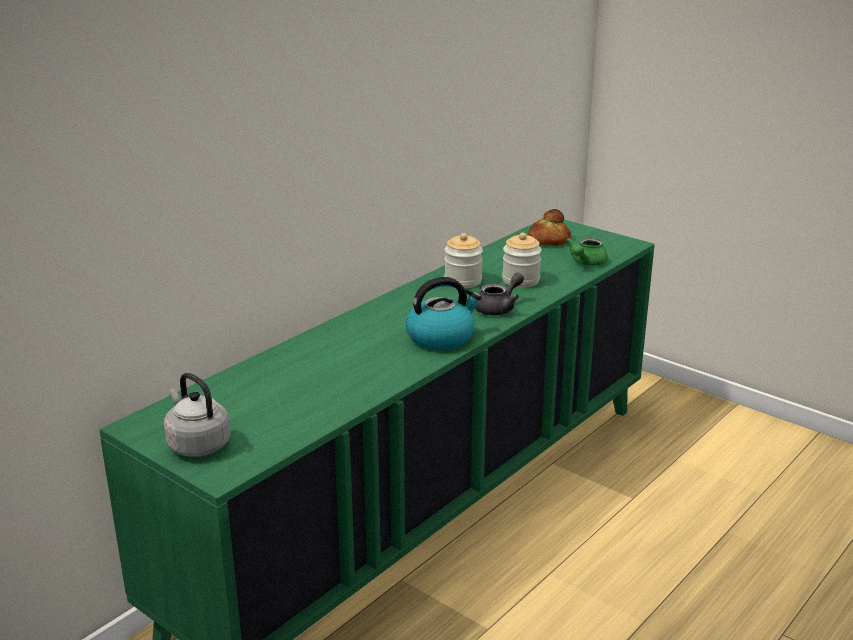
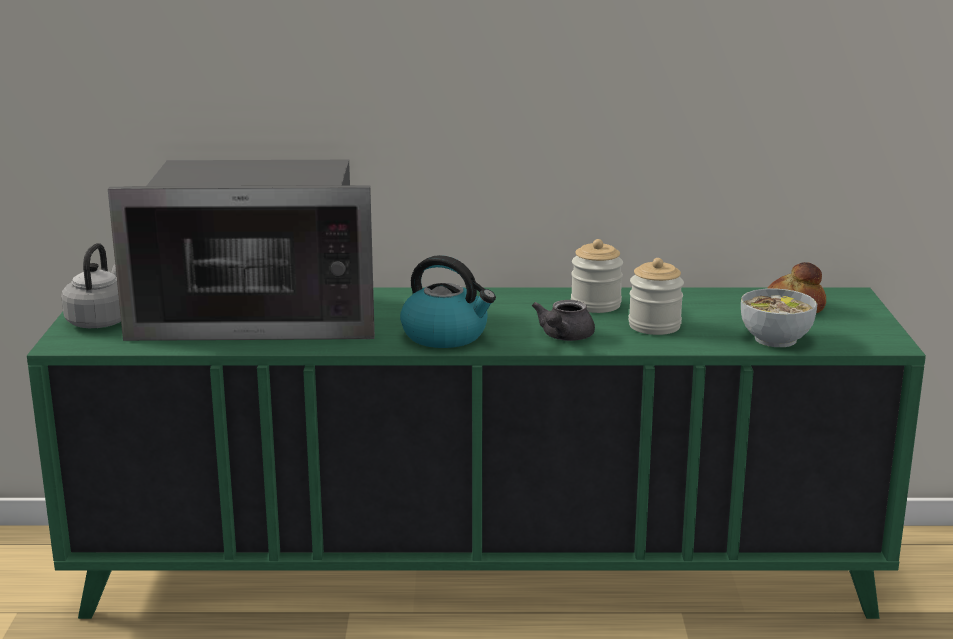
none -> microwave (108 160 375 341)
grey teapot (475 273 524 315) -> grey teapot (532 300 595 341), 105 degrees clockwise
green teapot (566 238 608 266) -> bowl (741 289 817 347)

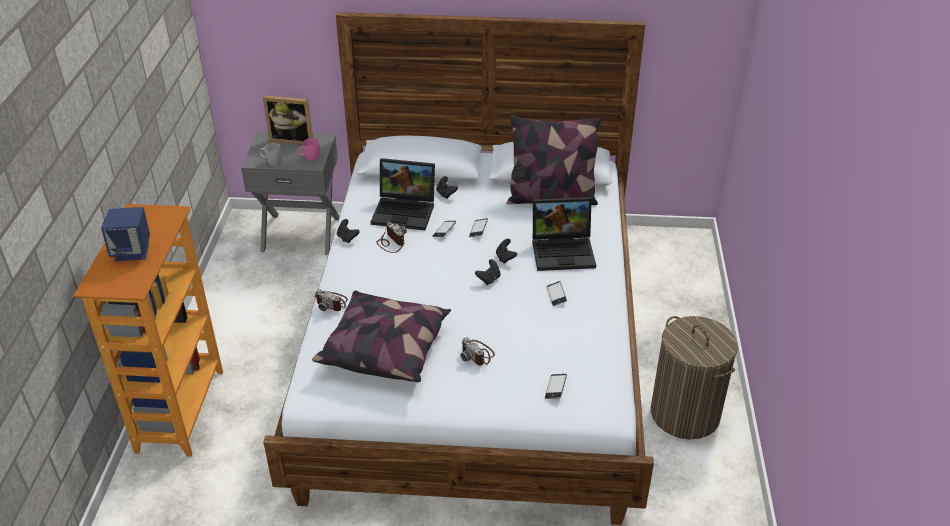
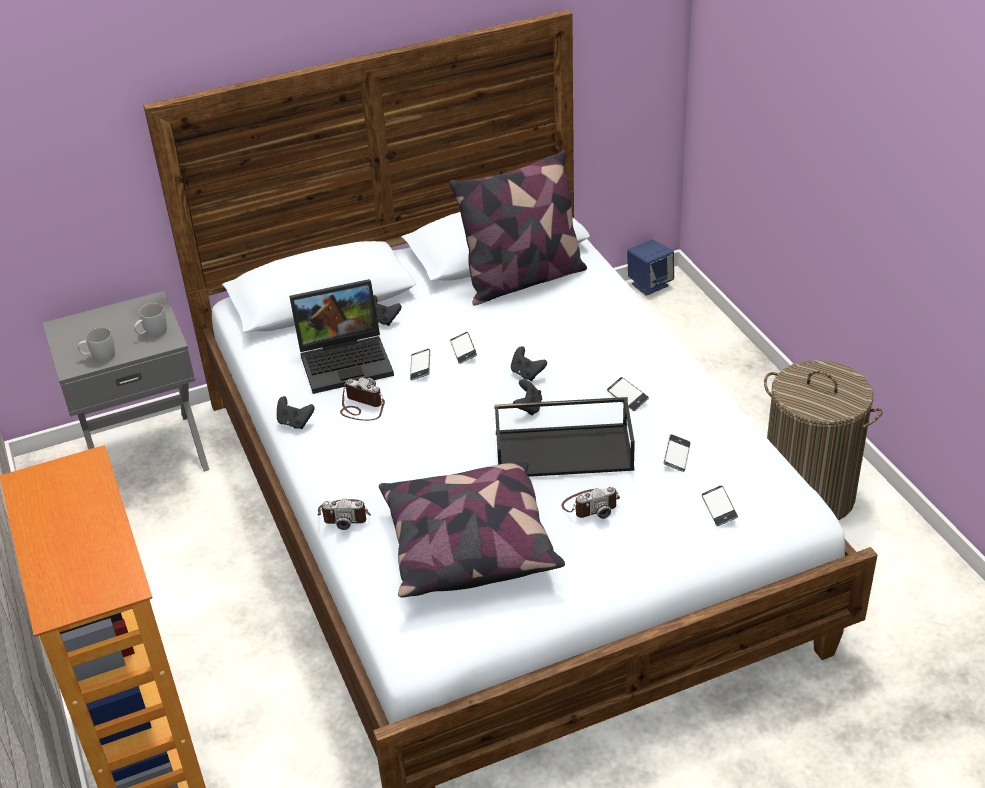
pink mug (297 138 320 160) -> white mug (134 303 167 337)
none -> black tray (494 397 635 477)
photo camera (461 337 495 366) -> photo camera (561 486 620 519), 45 degrees counterclockwise
blue speaker (101 207 150 261) -> blue speaker (627 240 674 296), move
none -> phone (664 434 690 472)
picture frame (263 95 313 145) -> none
laptop (532 197 596 271) -> none

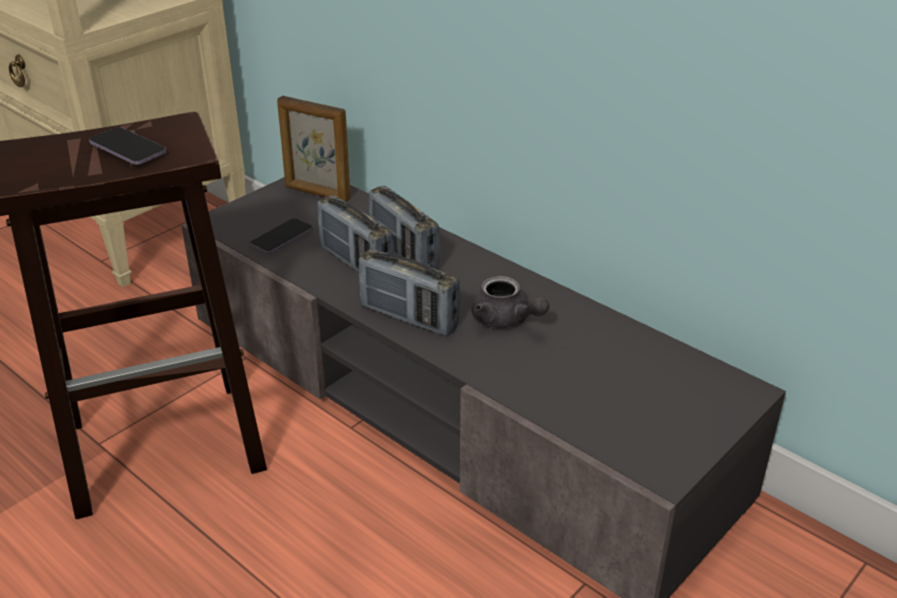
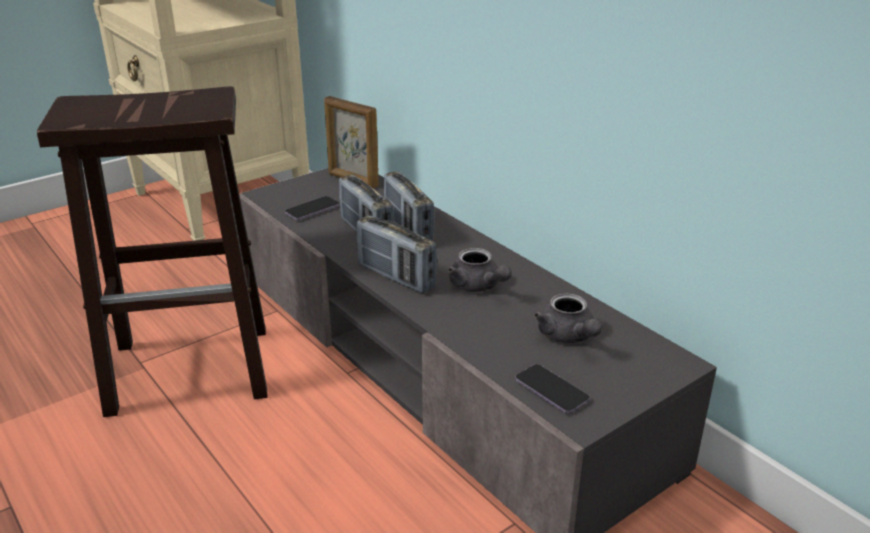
phone (89 127 167 165) -> phone (515 364 590 414), move
none -> grey teapot (534 293 602 343)

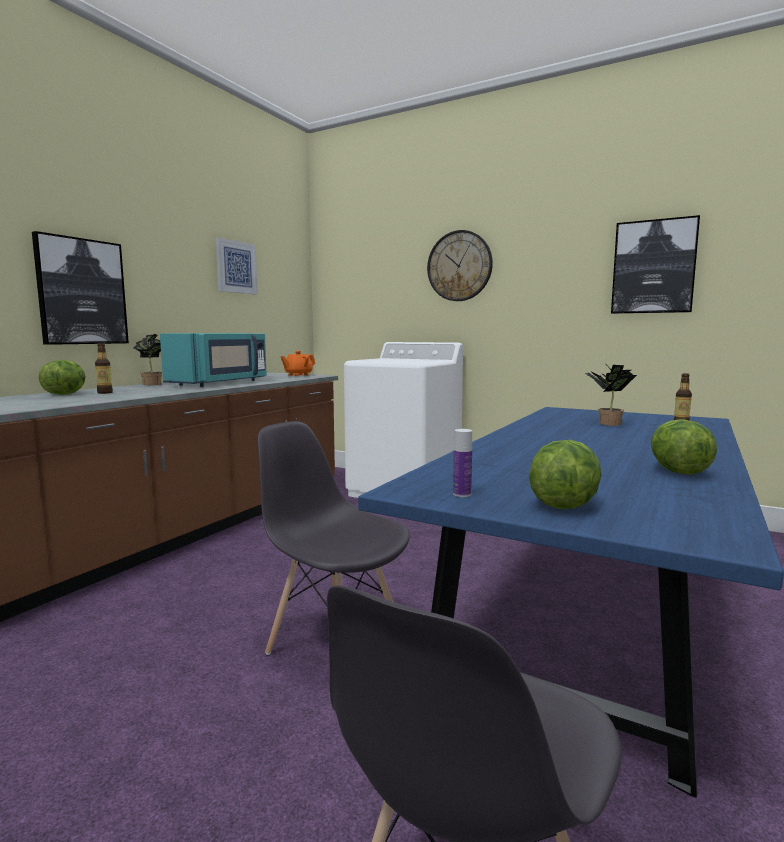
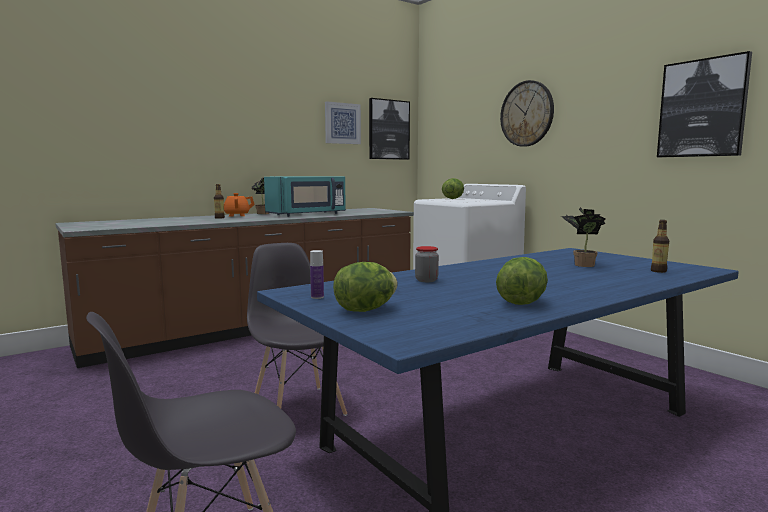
orange teapot (281 351 315 376) -> orange teapot (224 193 255 217), move
picture (32 231 129 345) -> picture (369 98 410 160), move
none -> jar (415 246 439 282)
lettuce (39 360 86 395) -> lettuce (442 178 464 199), move

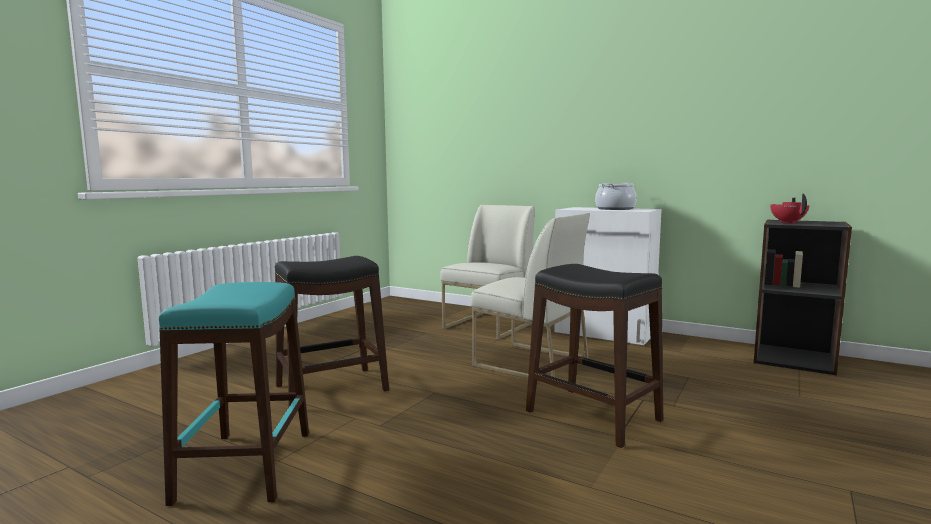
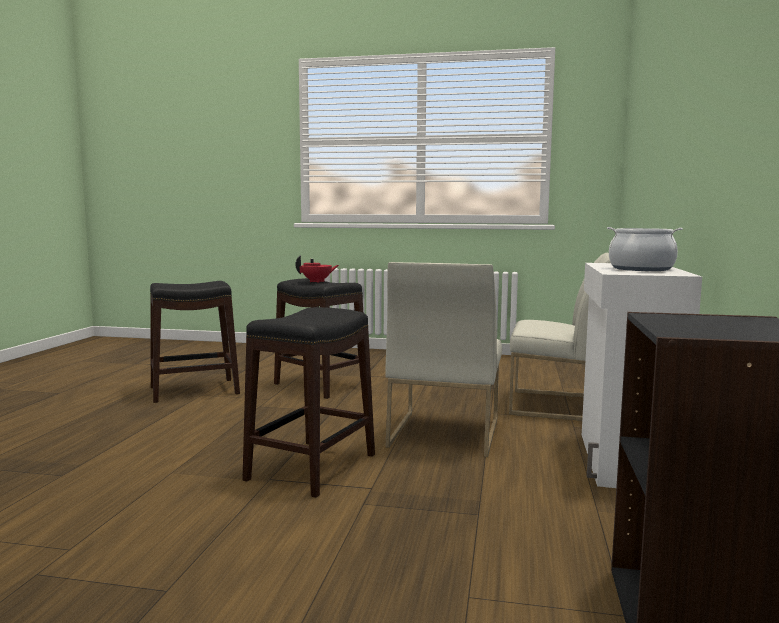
turquoise stool (159 282 309 506) -> black stool (150 281 240 403)
red teapot (770 193 810 224) -> red teapot (295 255 339 283), move

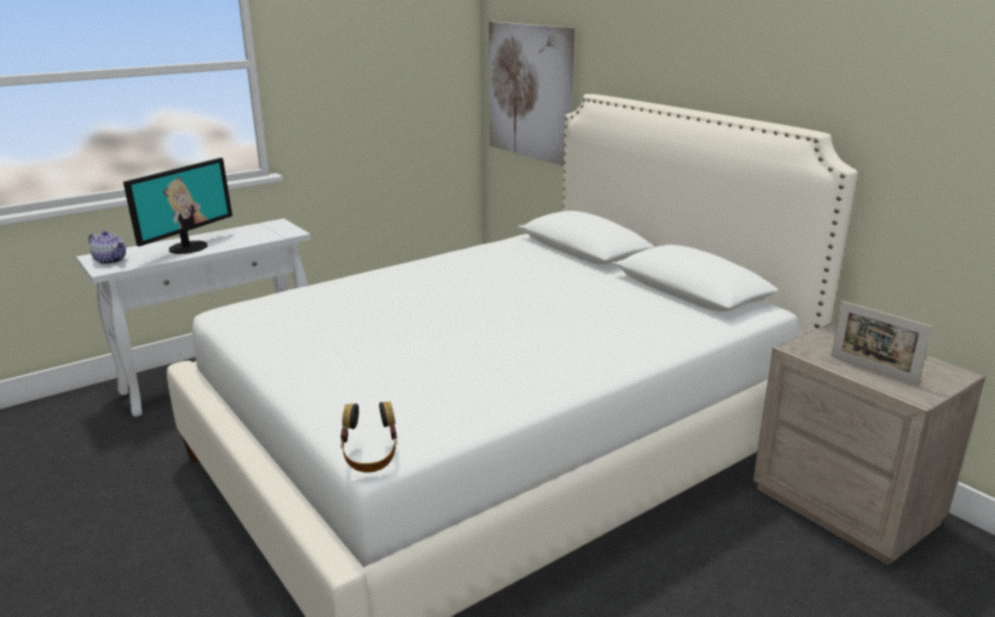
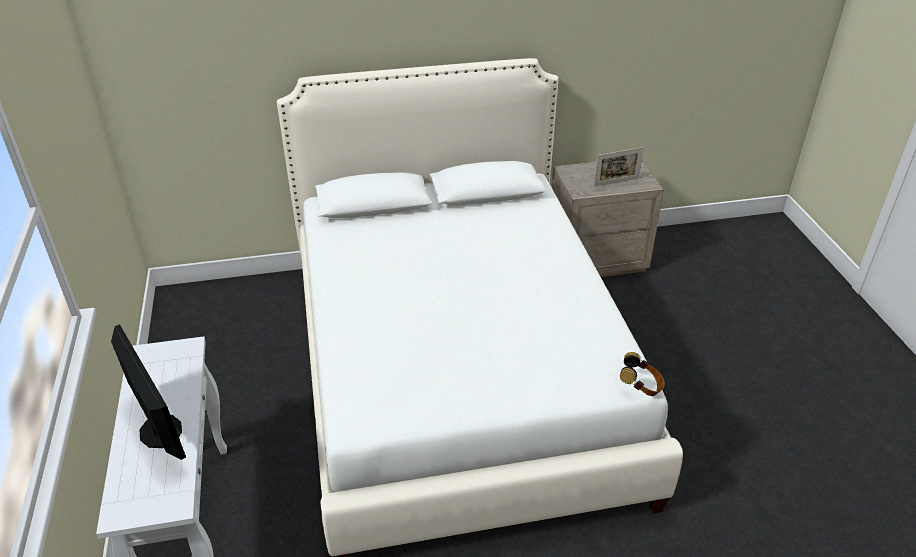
teapot (89 231 126 264) -> none
picture (489 21 575 166) -> none

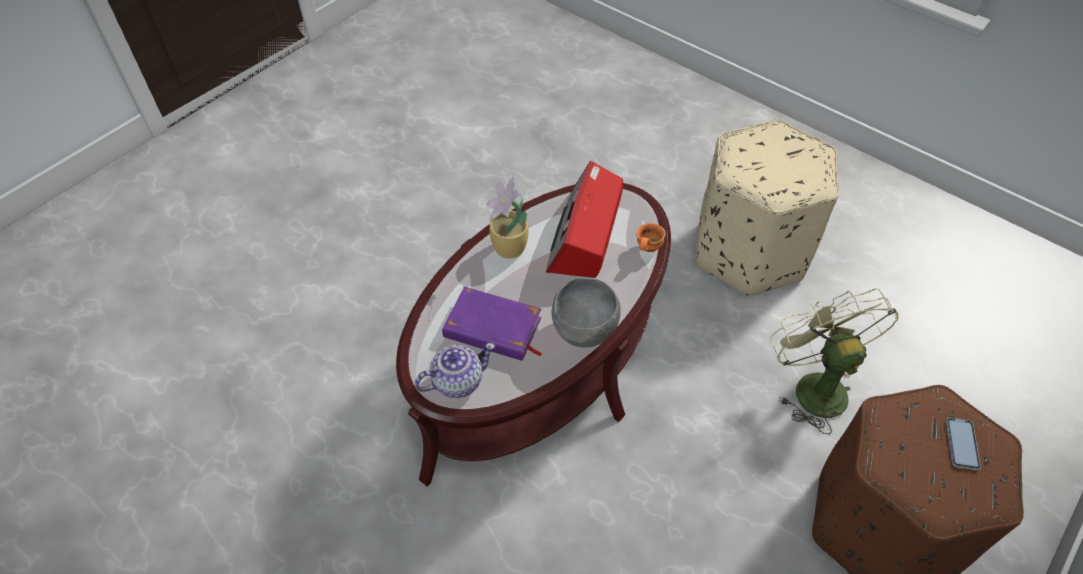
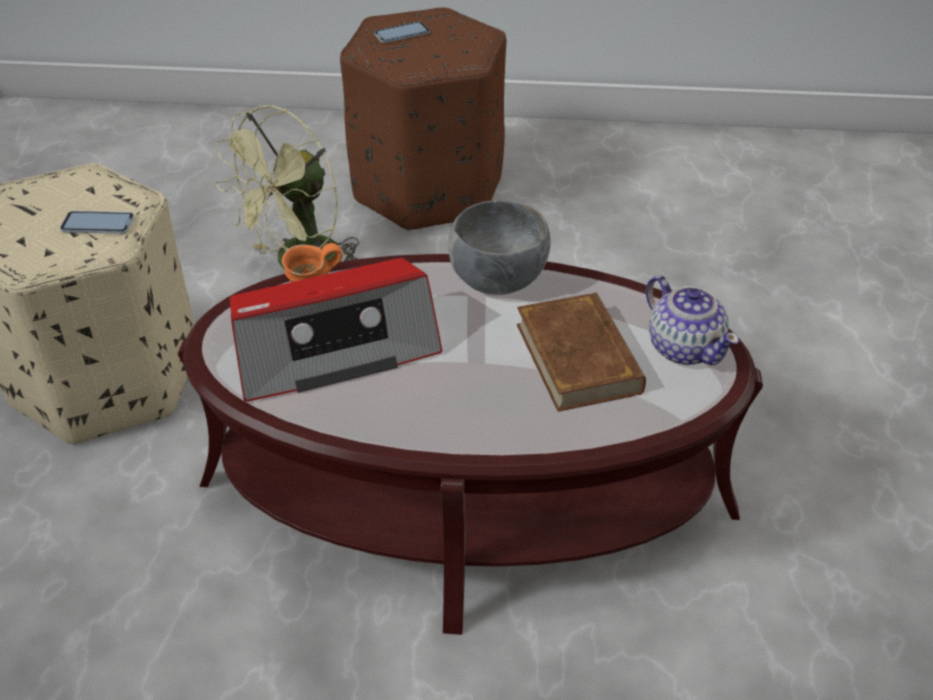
none -> phone (60 211 134 234)
purple book (442 287 543 361) -> brown book (517 292 646 412)
teapot (415 343 495 398) -> teapot (646 275 739 365), 150 degrees counterclockwise
potted plant (486 176 529 259) -> none

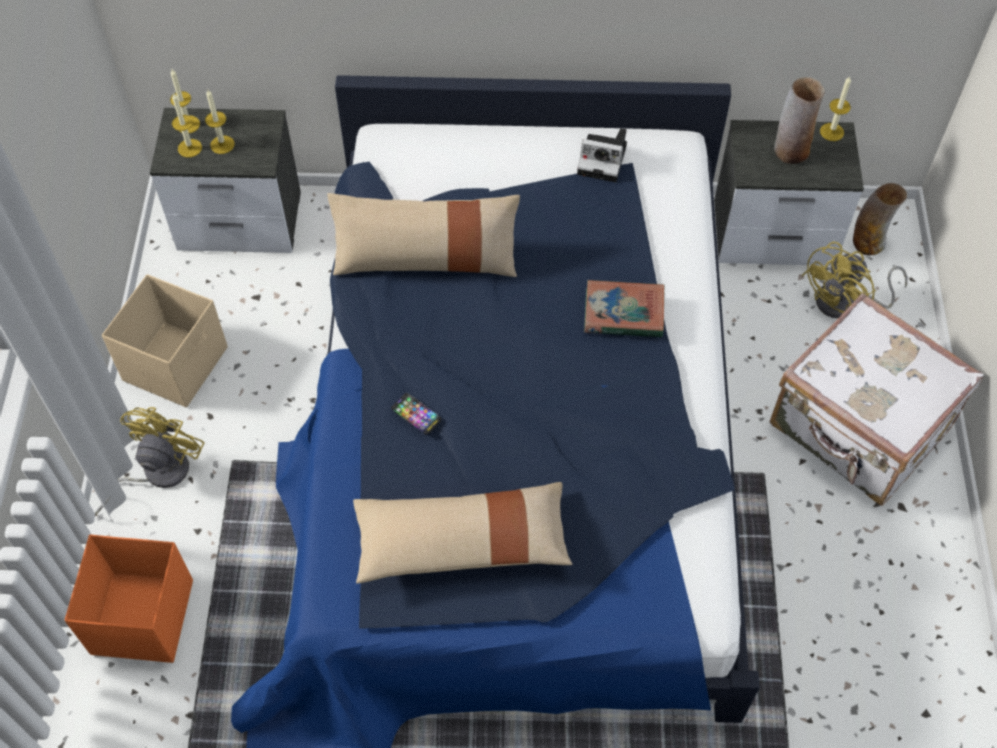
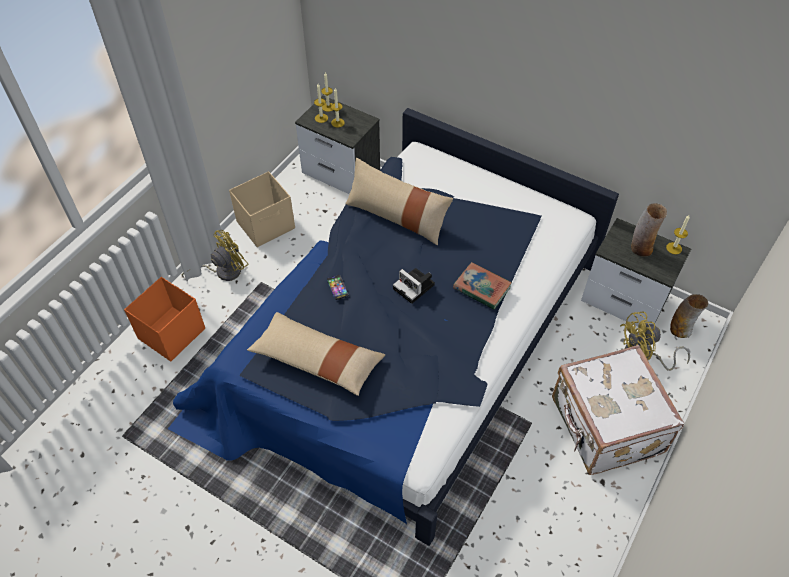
photo camera (577 128 627 182) -> photo camera (393 268 435 304), move

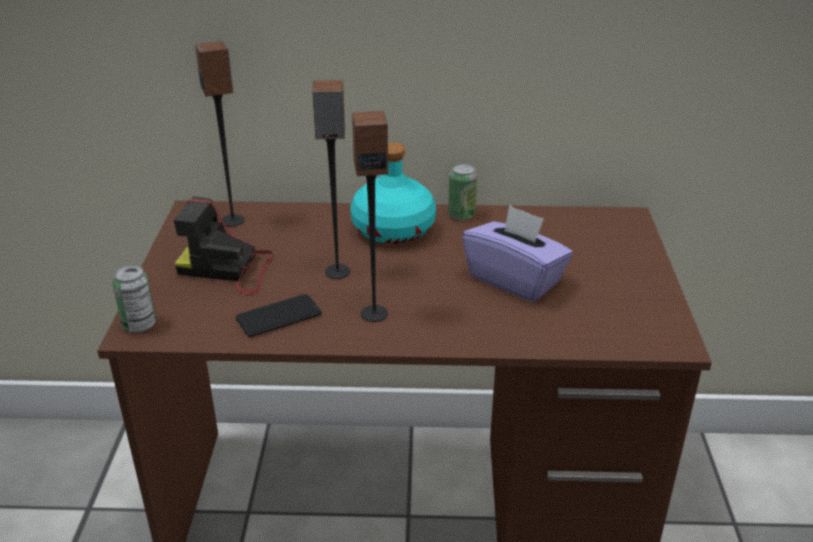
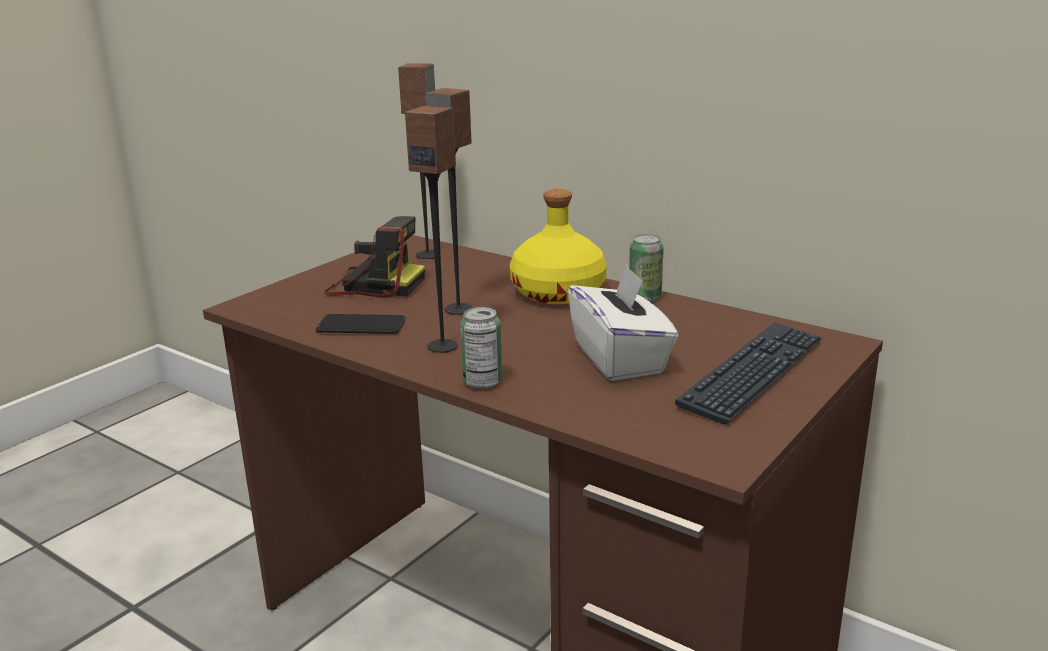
photo camera (174 196 274 294) -> photo camera (324 216 425 298), 150 degrees clockwise
can (112 265 156 333) -> can (460 307 502 389), move
turquoise bottle (351 142 436 244) -> yellow bottle (510 189 607 304)
purple tissue box (462 205 573 302) -> white tissue box (568 264 678 381)
none -> keyboard (675 322 823 424)

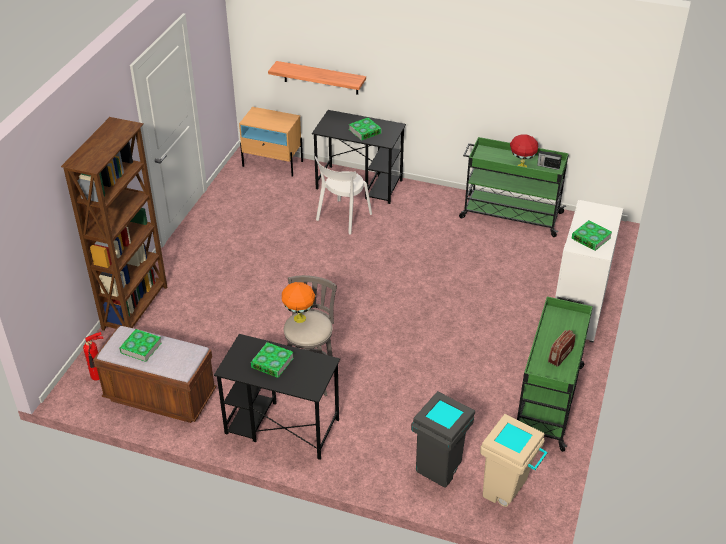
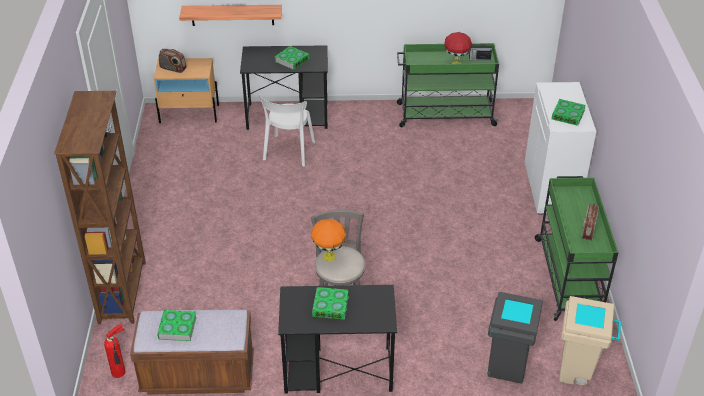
none -> radio (159 49 187 73)

